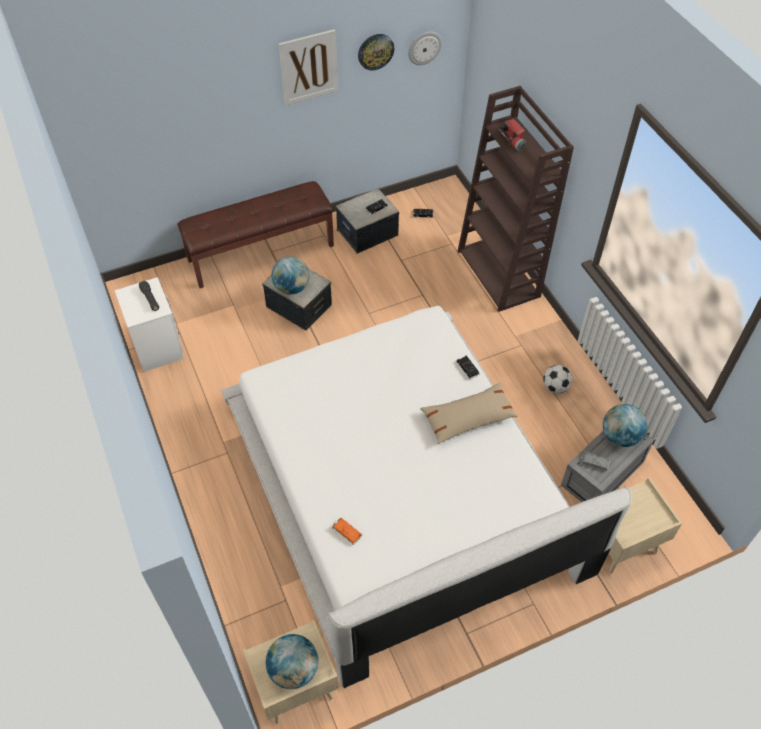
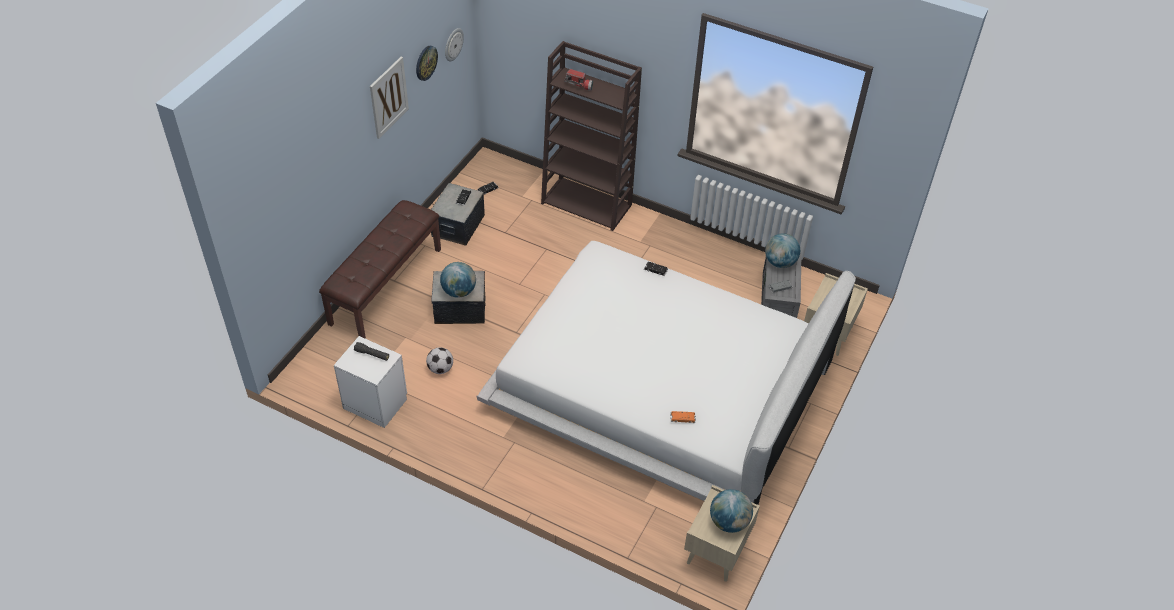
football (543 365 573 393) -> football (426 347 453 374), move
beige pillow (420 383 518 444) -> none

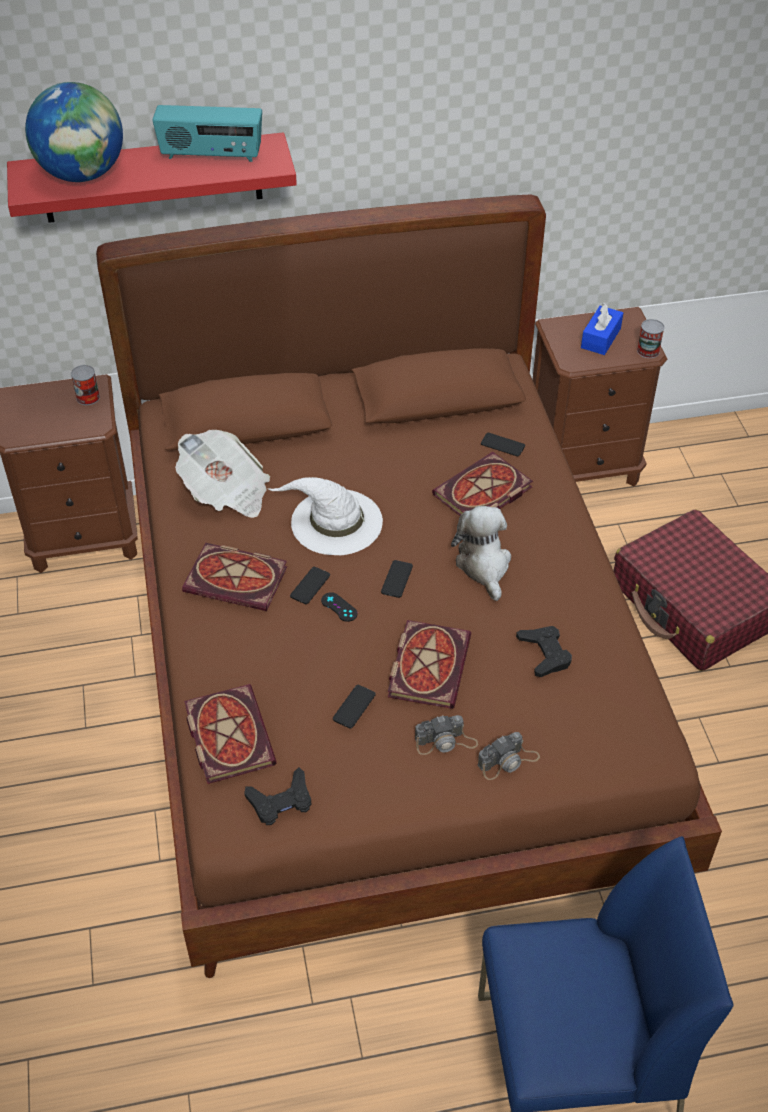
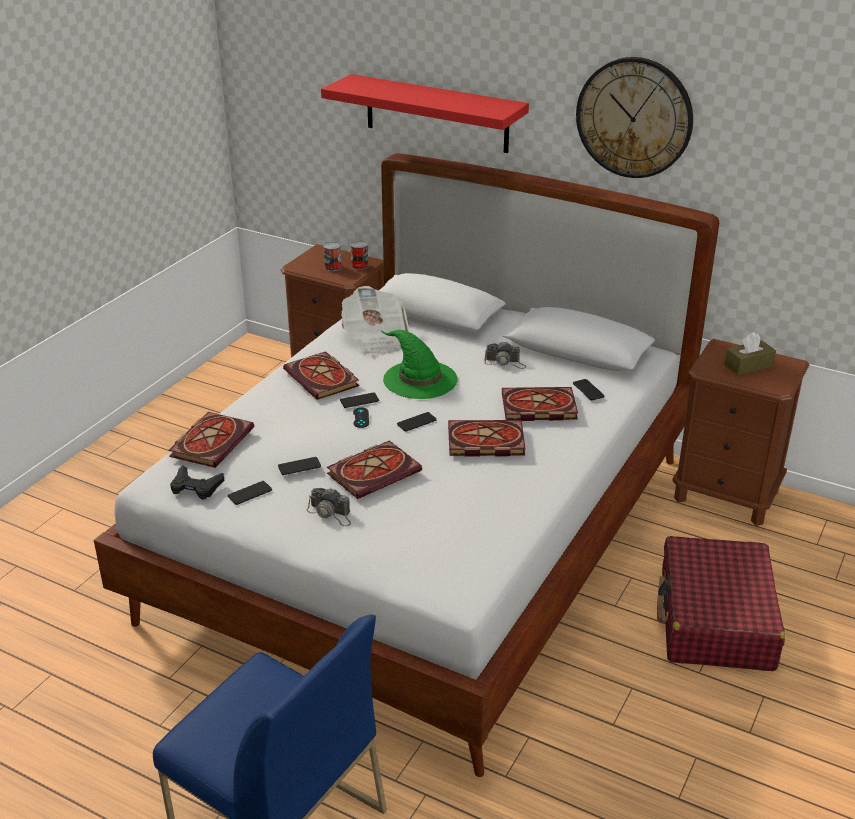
brown bed (96 194 722 978) -> white bed (94 153 719 777)
none -> phone (228 481 272 505)
can (637 319 665 358) -> can (323 242 342 271), move
white hat (269 477 383 555) -> green hat (382 330 458 399)
plush toy (451 506 511 601) -> book (448 420 525 457)
photo camera (478 732 540 780) -> photo camera (484 341 526 369), move
none -> wall clock (576 57 693 178)
blue tissue box (581 303 623 355) -> brown tissue box (724 332 776 375)
globe (25 82 123 182) -> none
radio (152 105 262 162) -> none
black game controller (516 626 572 677) -> none

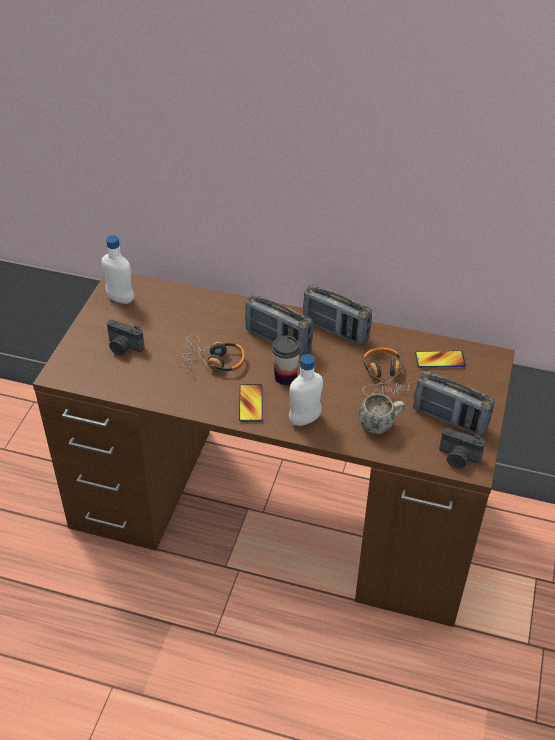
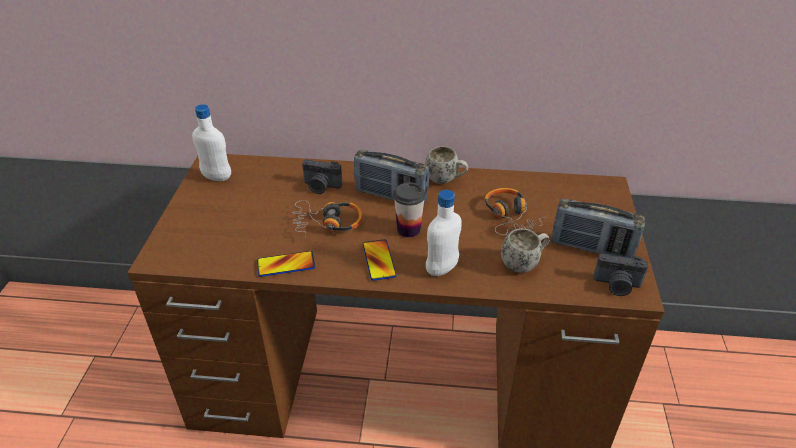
phone (415 351 466 368) -> phone (257 251 315 277), move
photo camera (107 319 145 356) -> photo camera (302 159 342 194), move
radio (303 285 372 346) -> white mug (425 146 468 184)

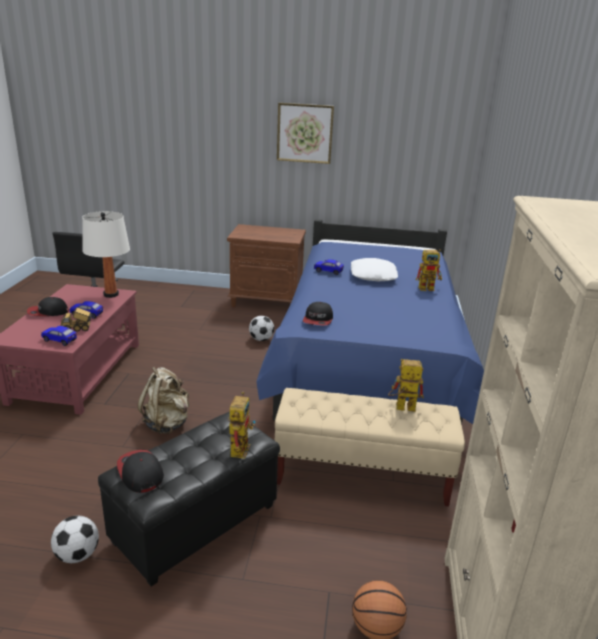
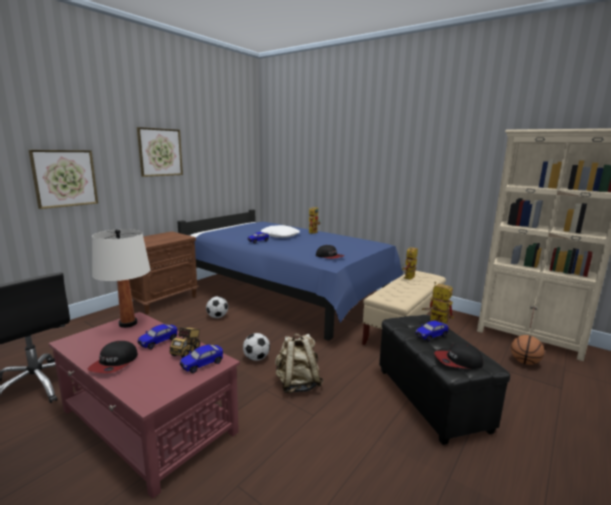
none -> picture (28 150 98 209)
football (51 516 99 563) -> football (243 333 270 361), move
none -> toy car (415 320 449 342)

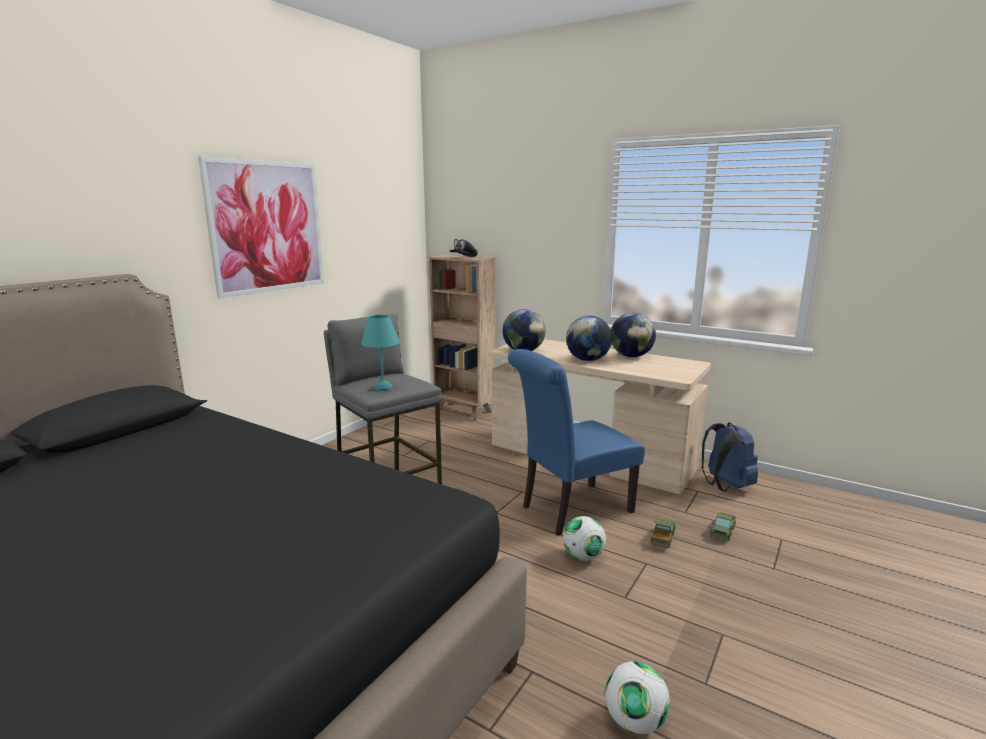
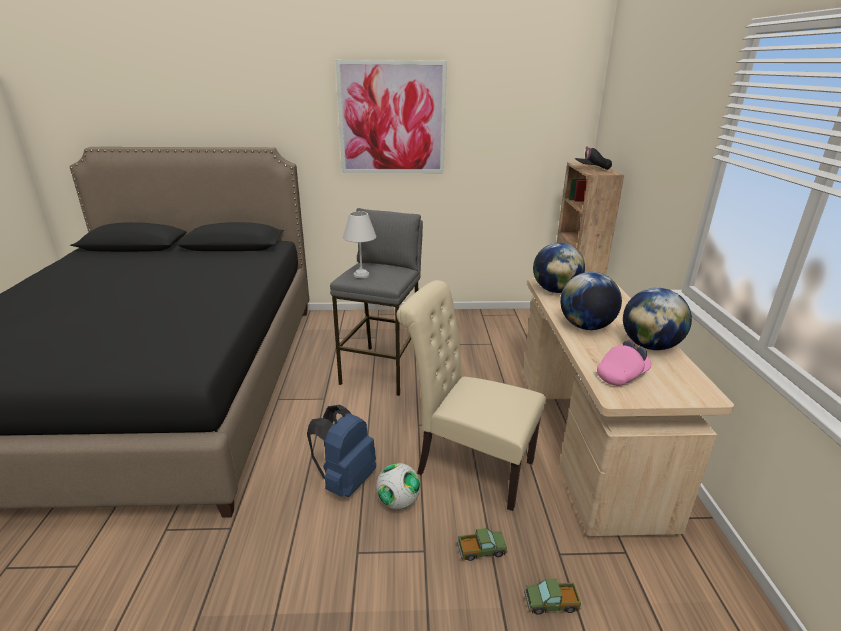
blue backpack (702 423 758 492) -> blue backpack (307 404 376 497), move
turquoise table lamp (361 315 400 391) -> white table lamp (343 211 376 278)
blue chair (508 349 645 536) -> beige chair (396 280 546 511)
none -> pink cap (597 340 651 386)
football (605 661 670 734) -> none

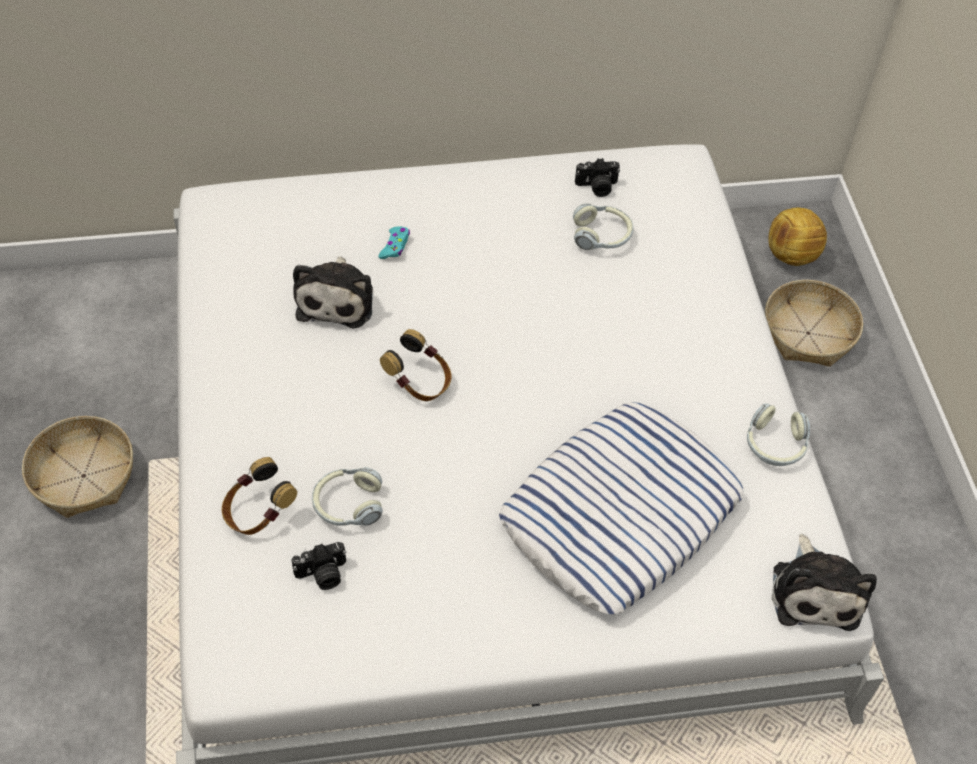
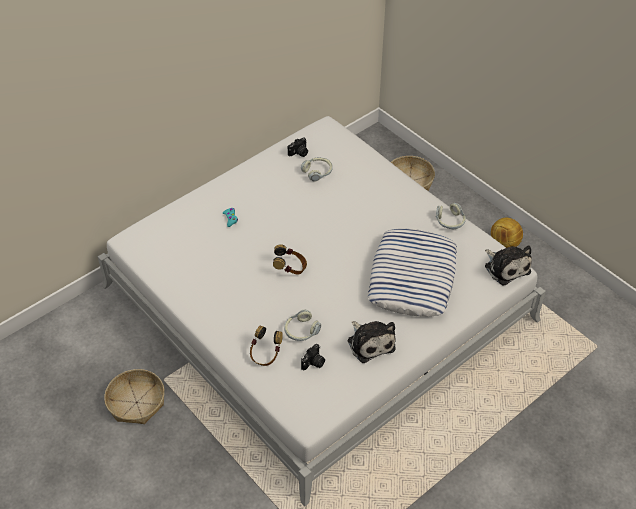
plush toy (293 256 373 328) -> plush toy (348 321 396 363), move
football (768 208 827 266) -> football (491 218 523 248), move

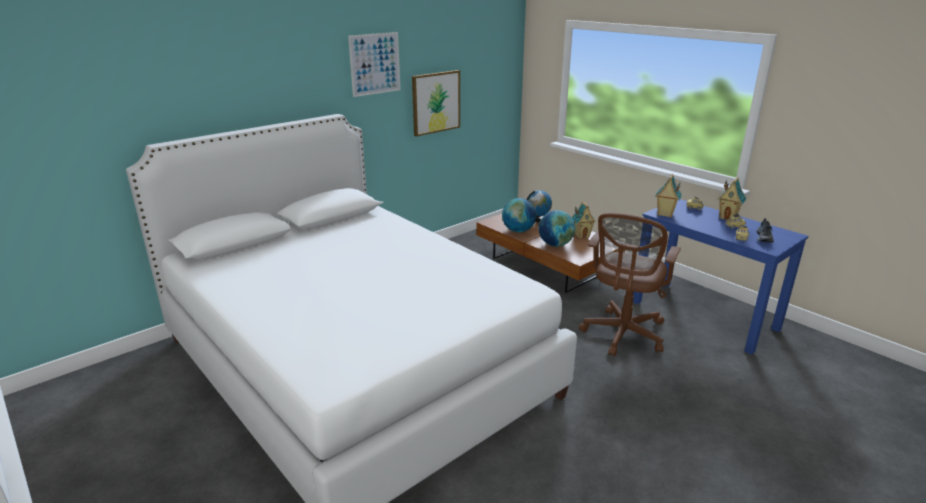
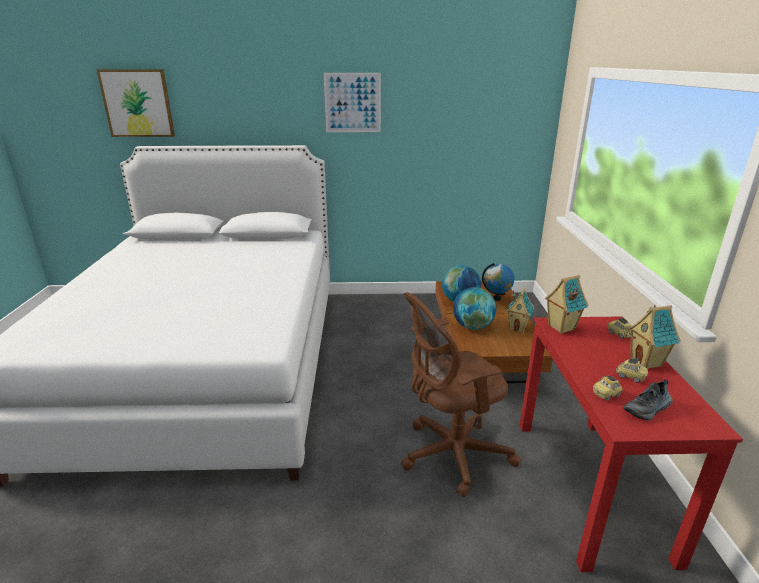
picture (412 70 460 137) -> picture (97 69 175 137), move
blue desk (633 199 809 355) -> red desk (520 317 743 572)

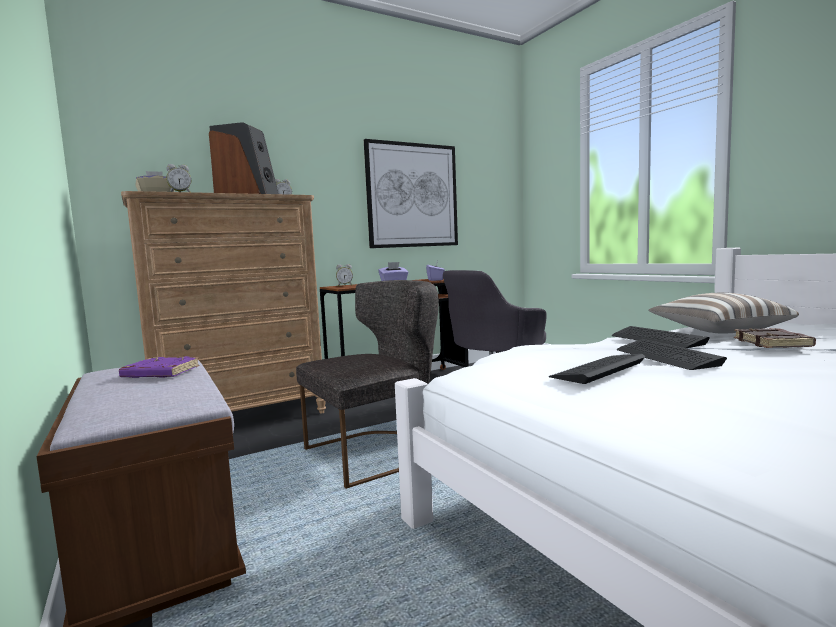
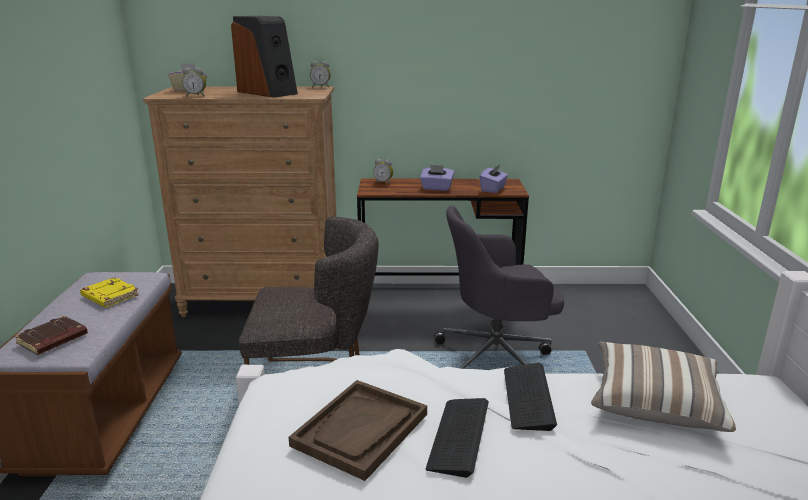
brown book (734 328 816 348) -> brown book (15 316 88 355), move
purple book (119 356 199 378) -> yellow book (80 277 139 307)
keyboard (549 354 645 384) -> brown tray (288 380 427 481)
picture (364 139 458 248) -> none

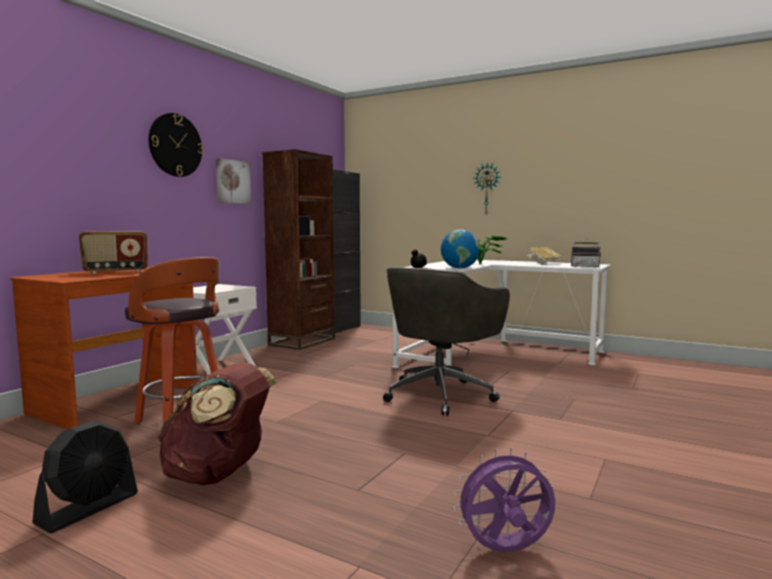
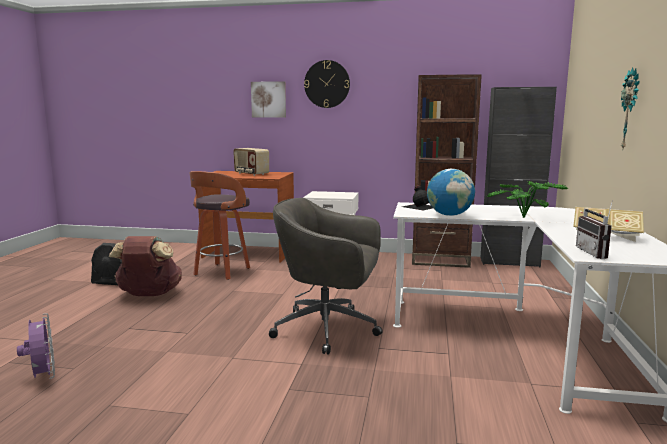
picture (216 158 251 204) -> picture (251 81 286 117), move

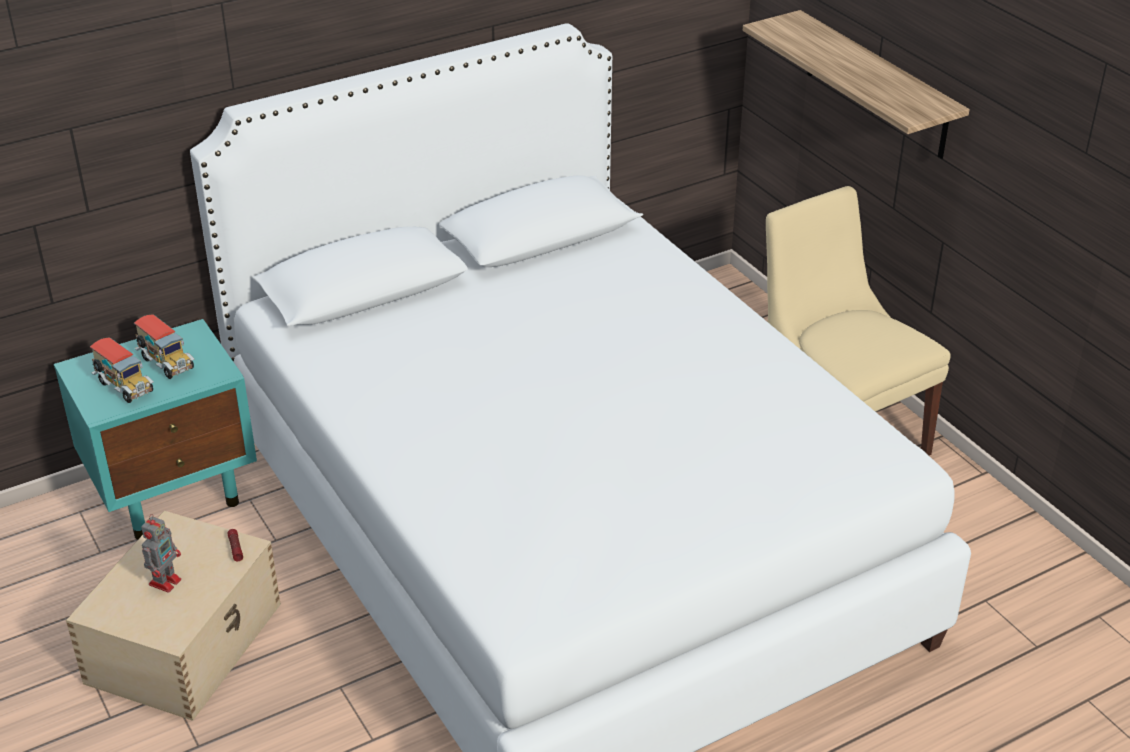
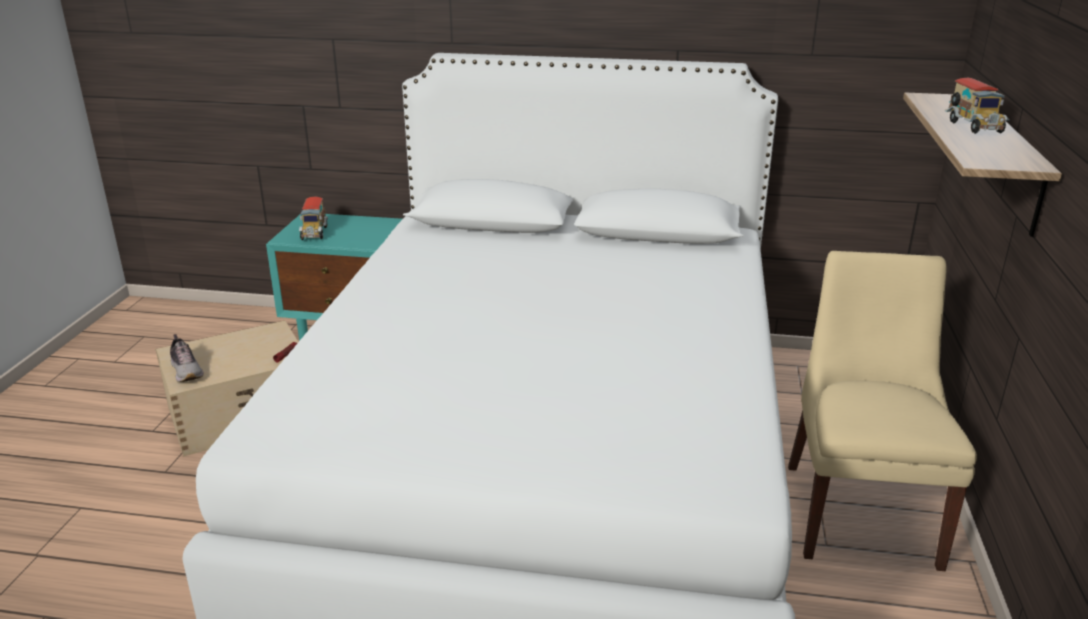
none -> shoe (170 334 204 382)
toy truck (134 314 195 379) -> toy truck (945 77 1010 134), move
toy robot (141 514 181 593) -> none

